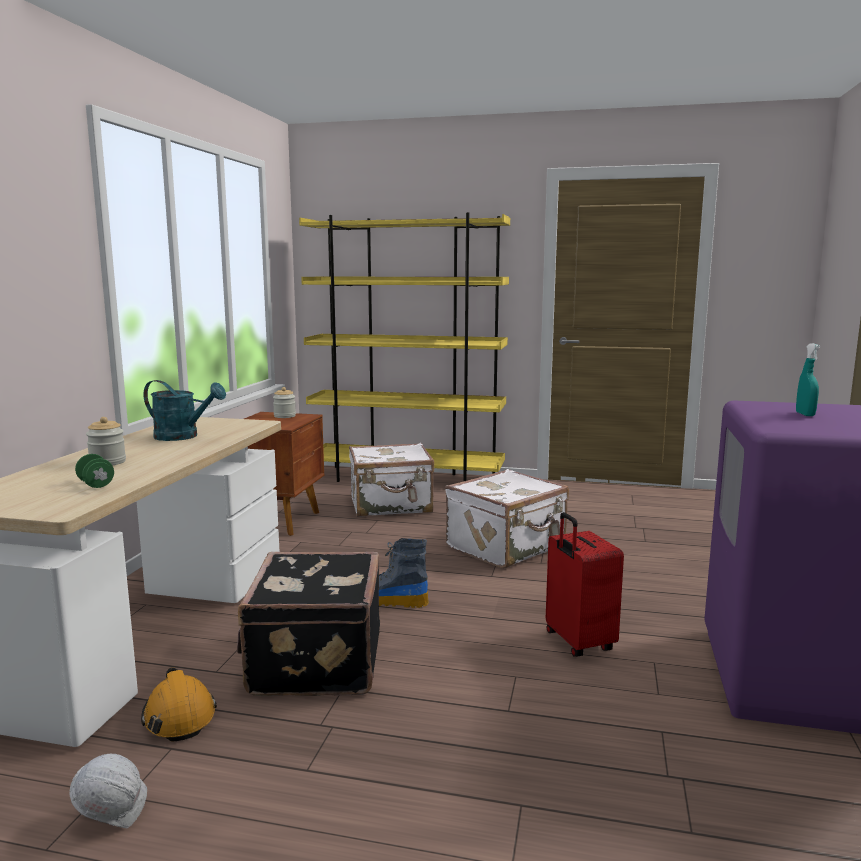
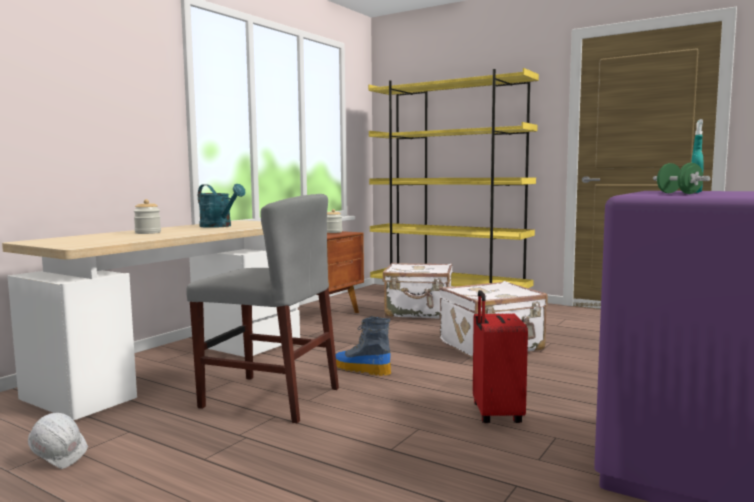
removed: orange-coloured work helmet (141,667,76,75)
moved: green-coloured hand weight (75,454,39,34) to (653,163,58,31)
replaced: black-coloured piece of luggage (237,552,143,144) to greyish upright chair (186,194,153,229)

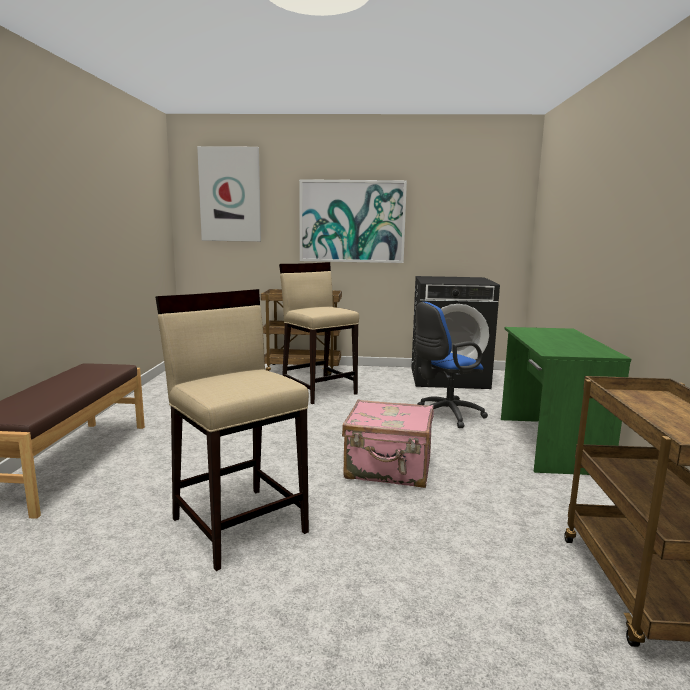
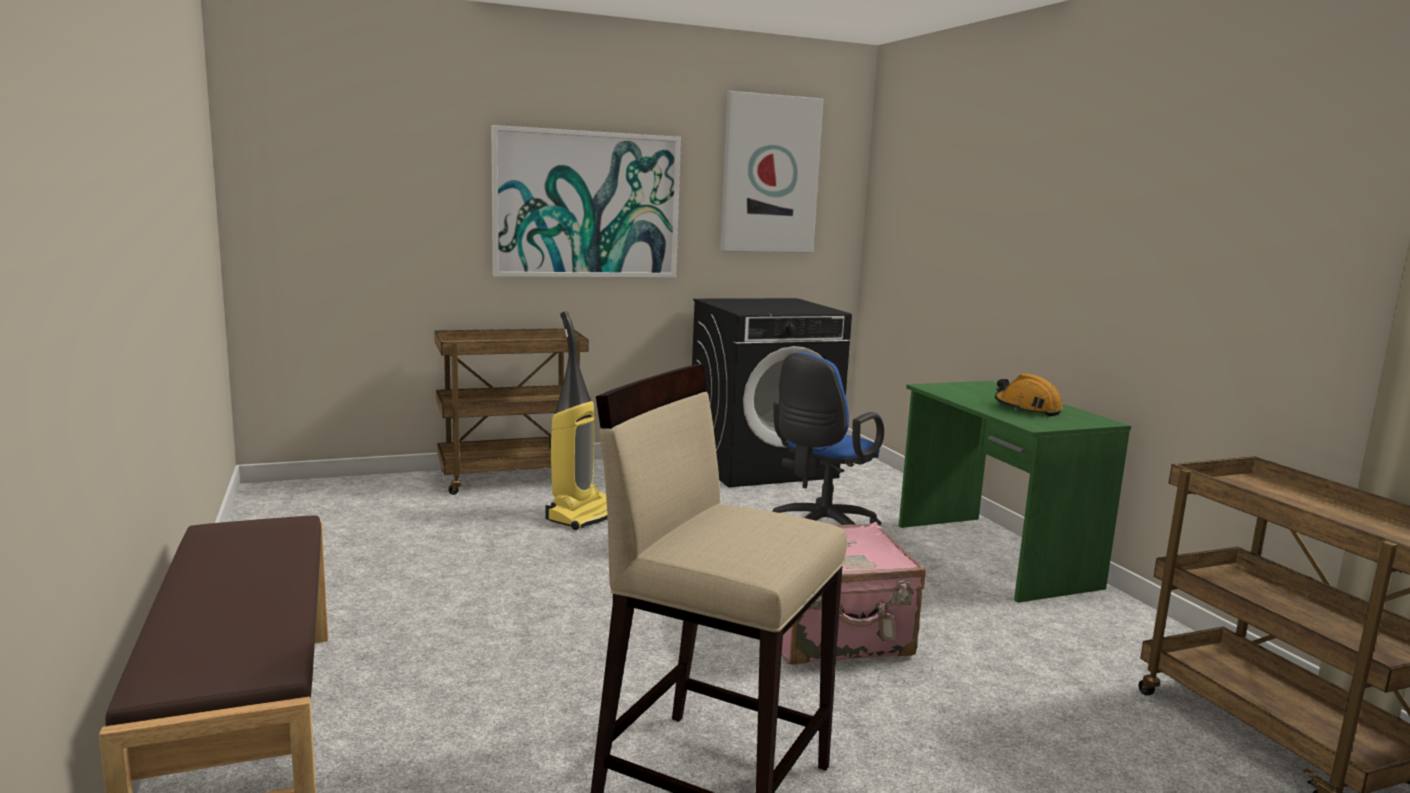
added: orange-coloured work helmet (995,373,68,43)
moved: picture (197,146,64,96) to (720,91,103,162)
replaced: sand-coloured sitting stool (279,262,80,142) to vacuum cleaner (546,311,62,219)

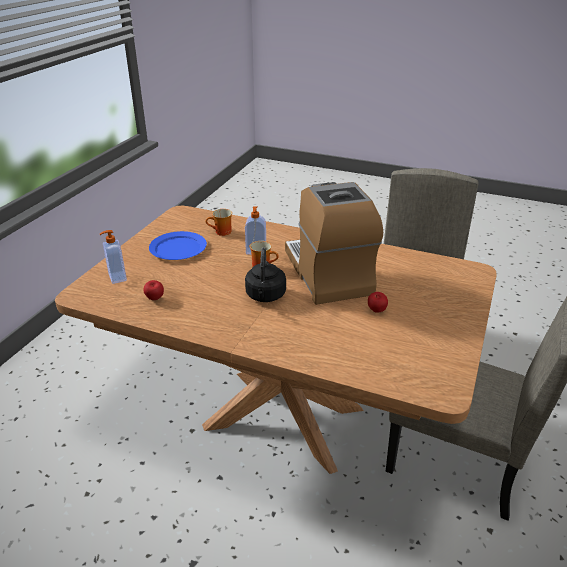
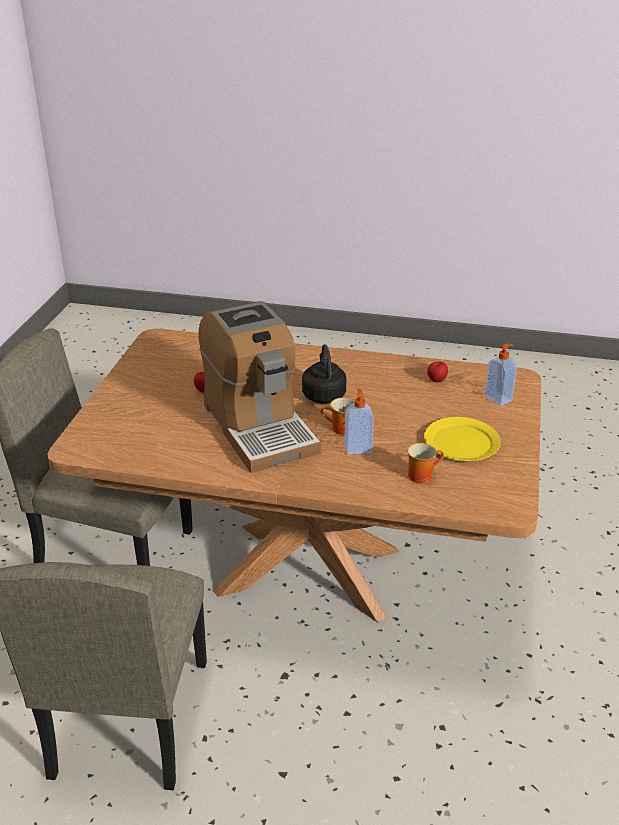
recoloured: blue-coloured plate (149,231,58,29) to yellowish plate (424,417,77,44)

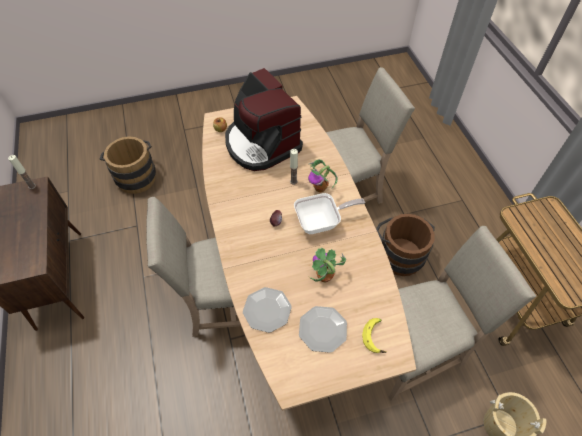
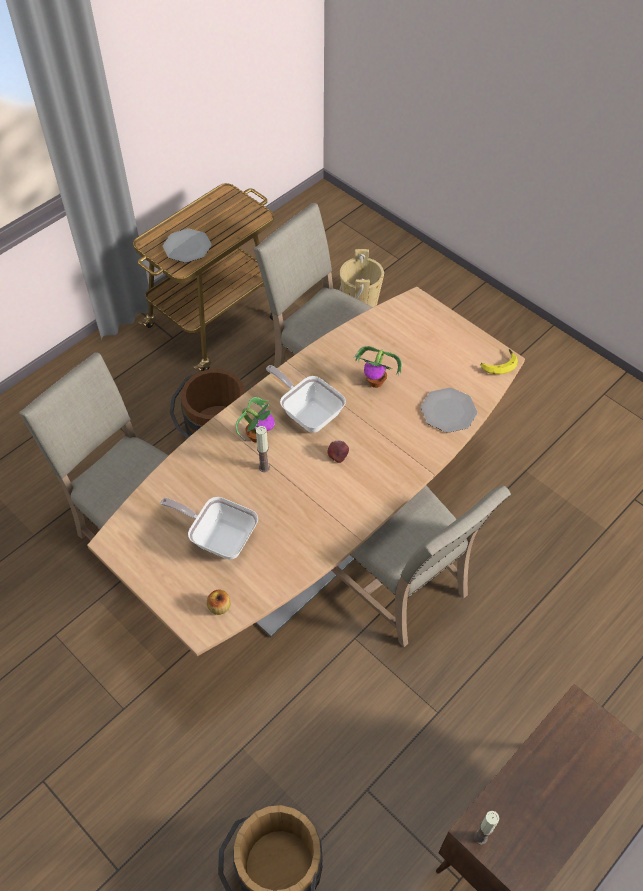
moved: plate (299,306,48,47) to (163,229,49,34); banana (362,318,25,35) to (480,349,38,25)
replaced: coffee machine (225,68,78,103) to frying pan (160,497,98,63)

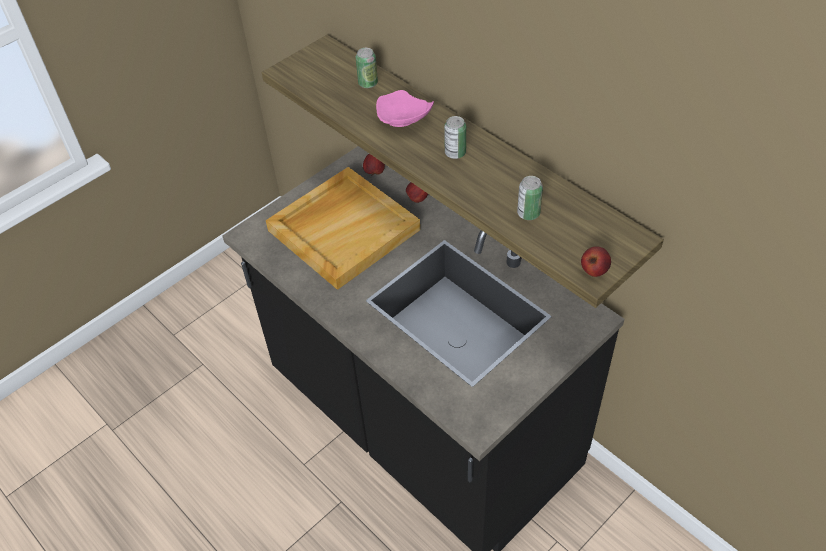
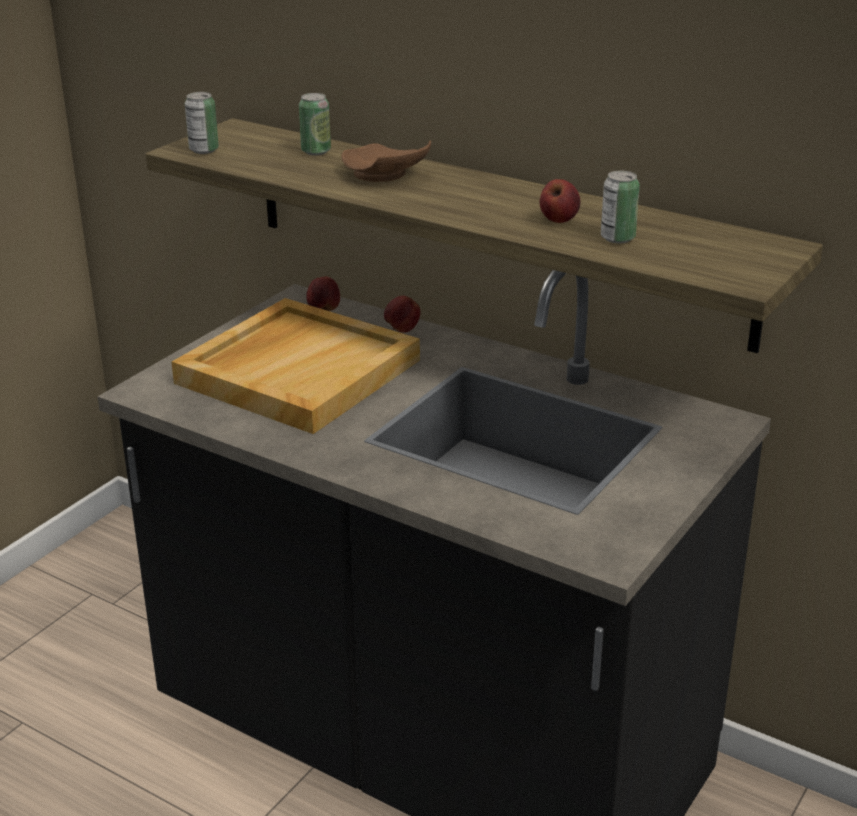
moved: metal can (444,116,22,43) to (185,92,34,62); apple fruit (581,247,30,30) to (540,179,40,44)
recoloured: pink plate (376,90,58,37) to brown-coloured plate (341,140,90,42)

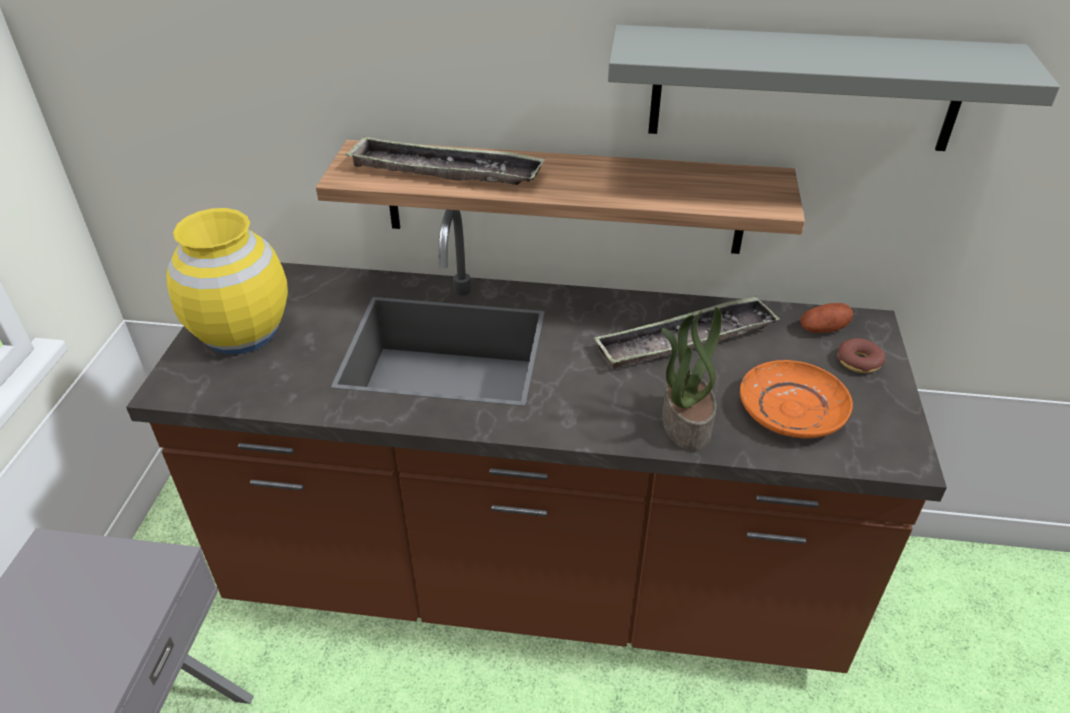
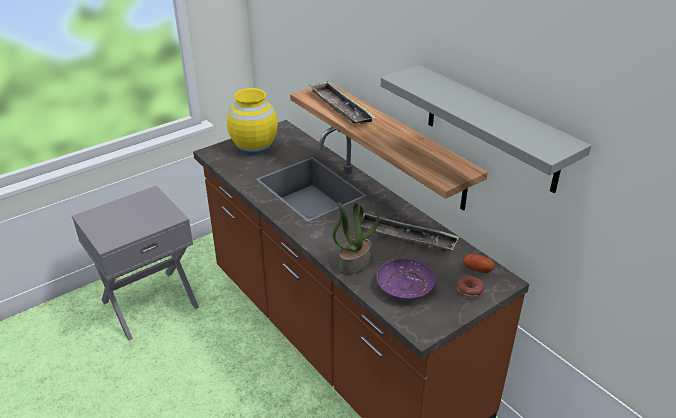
recoloured: orange-coloured plate (740,360,113,78) to purple-coloured plate (376,258,60,43)

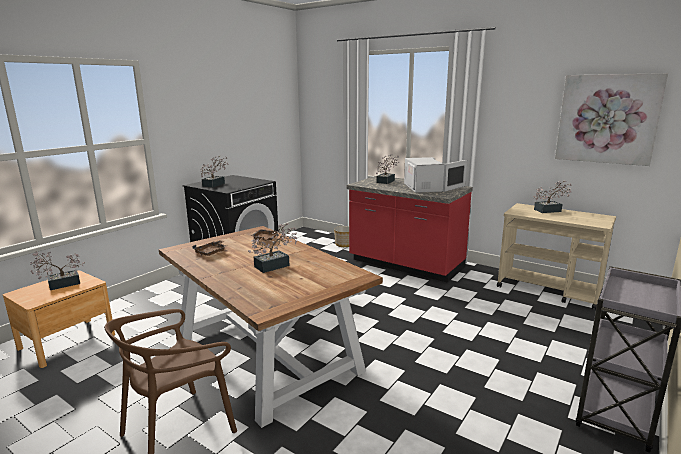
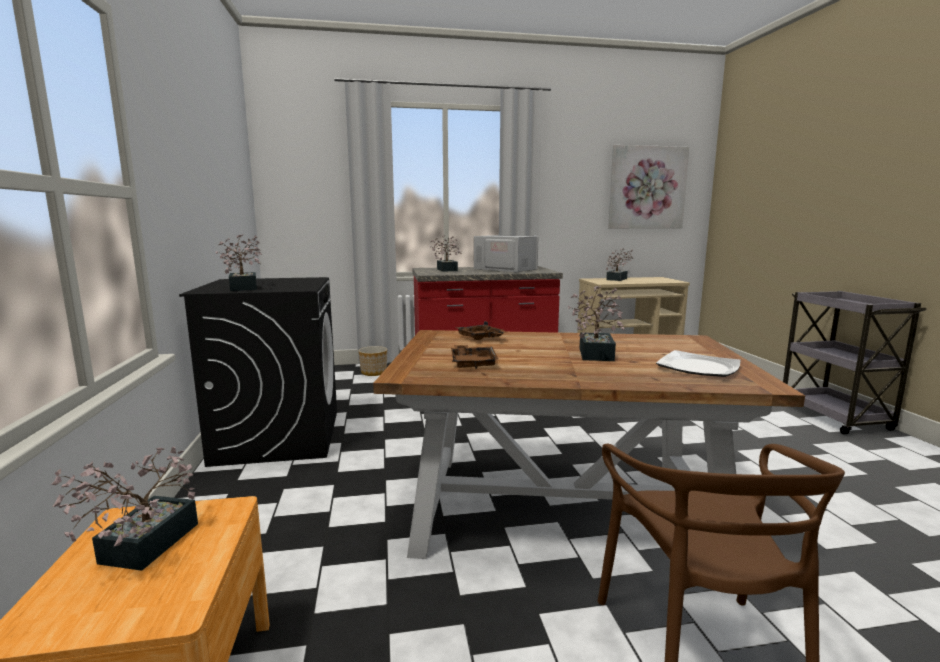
added: plate (656,350,85,27)

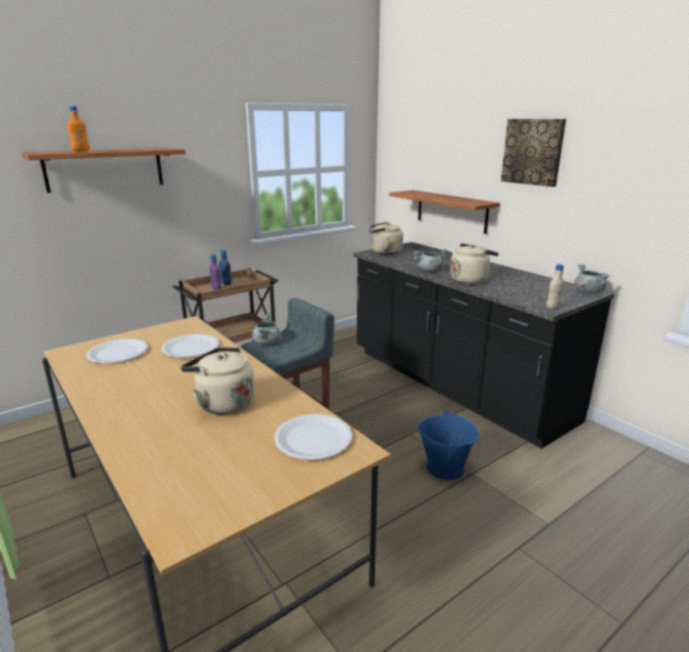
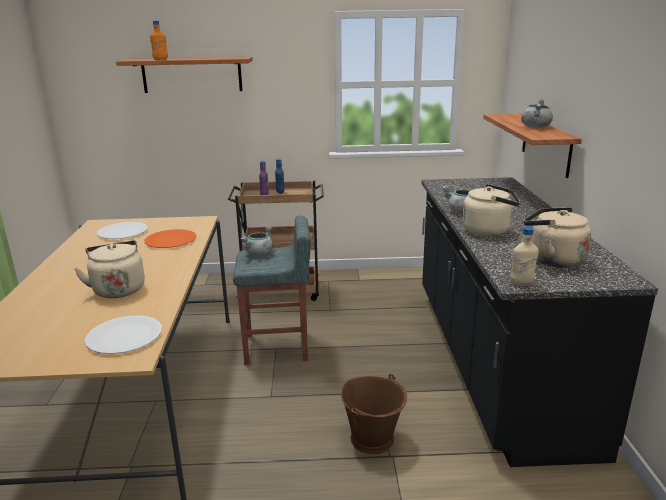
removed: picture (501,119,65,68)
moved: sand-coloured tea kettle (369,222,34,33) to (524,207,67,61); greyish saucepot (574,264,36,30) to (521,99,32,29)
recoloured: white-coloured plate (162,334,57,24) to orange-coloured plate (144,229,53,19); blue-coloured bucket (417,410,62,70) to brown-coloured bucket (341,374,66,80)

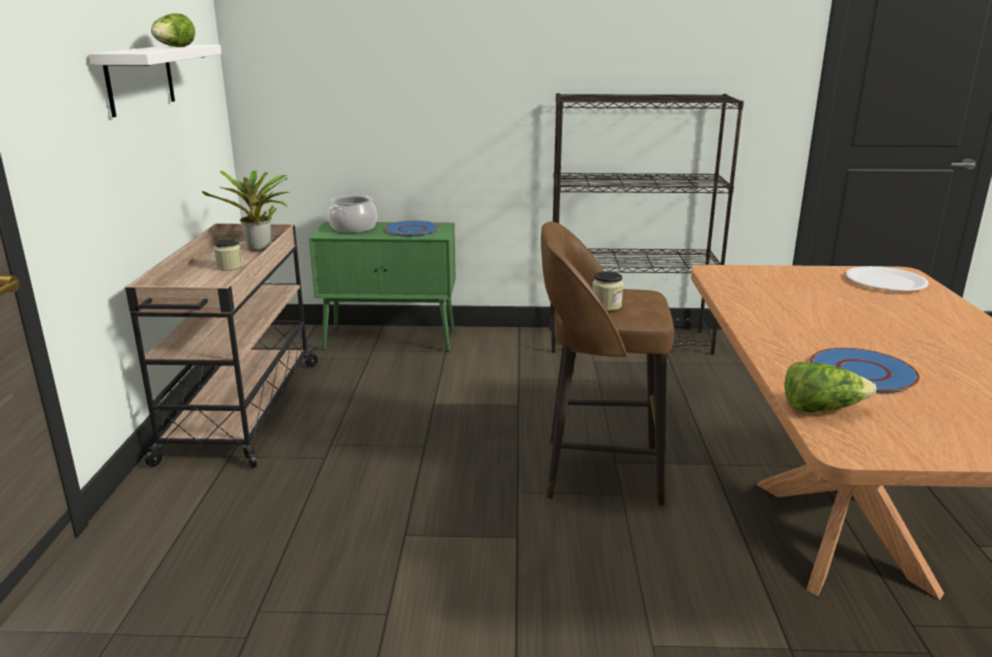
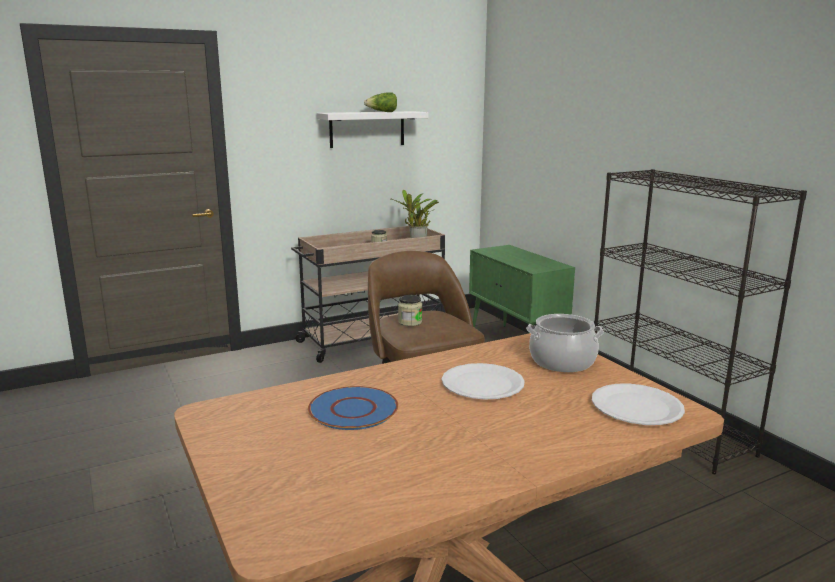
removed: blue-coloured plate (384,220,55,17); lettuce head (785,362,91,50)
added: white-coloured plate (442,363,83,36)
moved: saucepot (328,195,49,38) to (526,314,78,58)

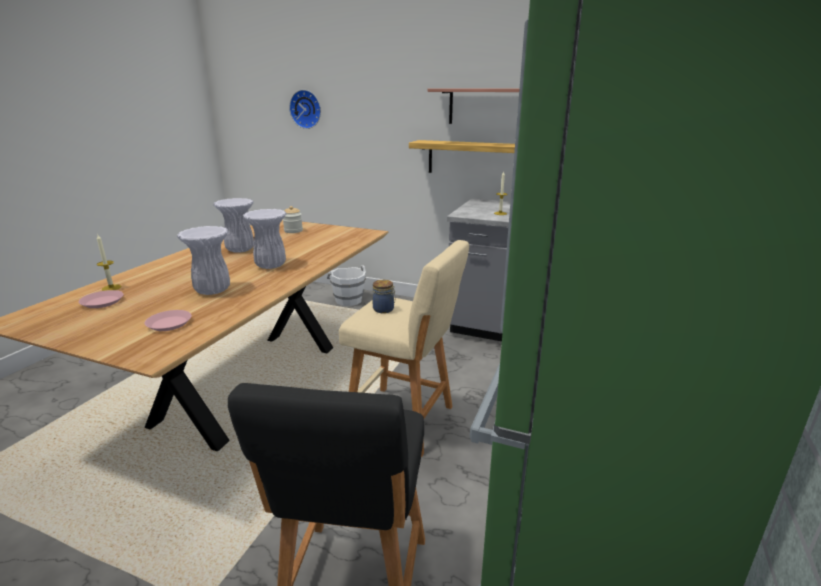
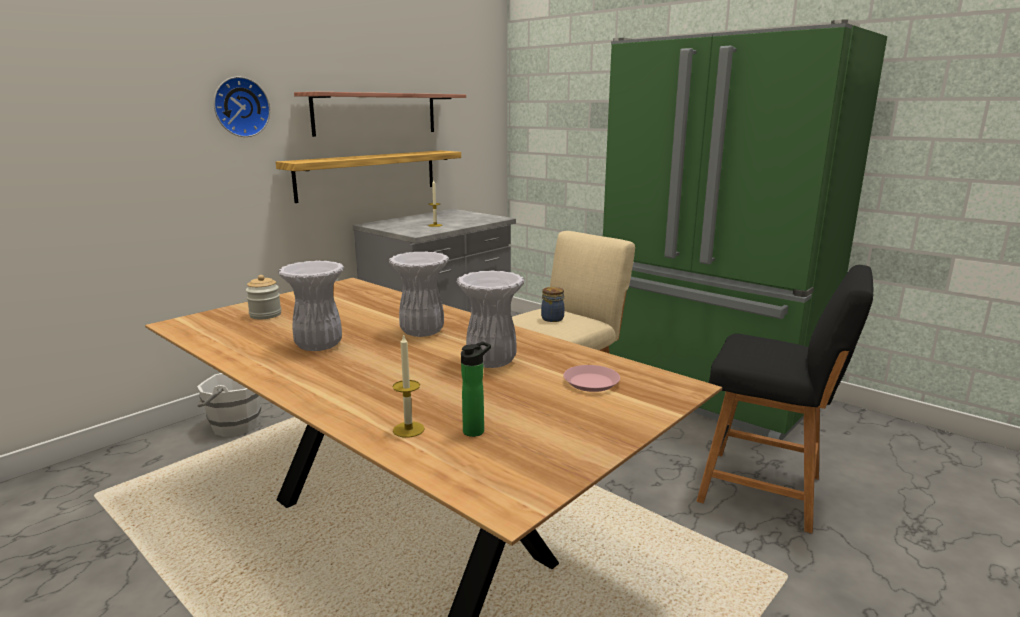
moved: clock on the wall (289,90,32,39) to (214,77,56,60)
replaced: pink plate (79,290,45,18) to drink bottle (461,341,30,96)

